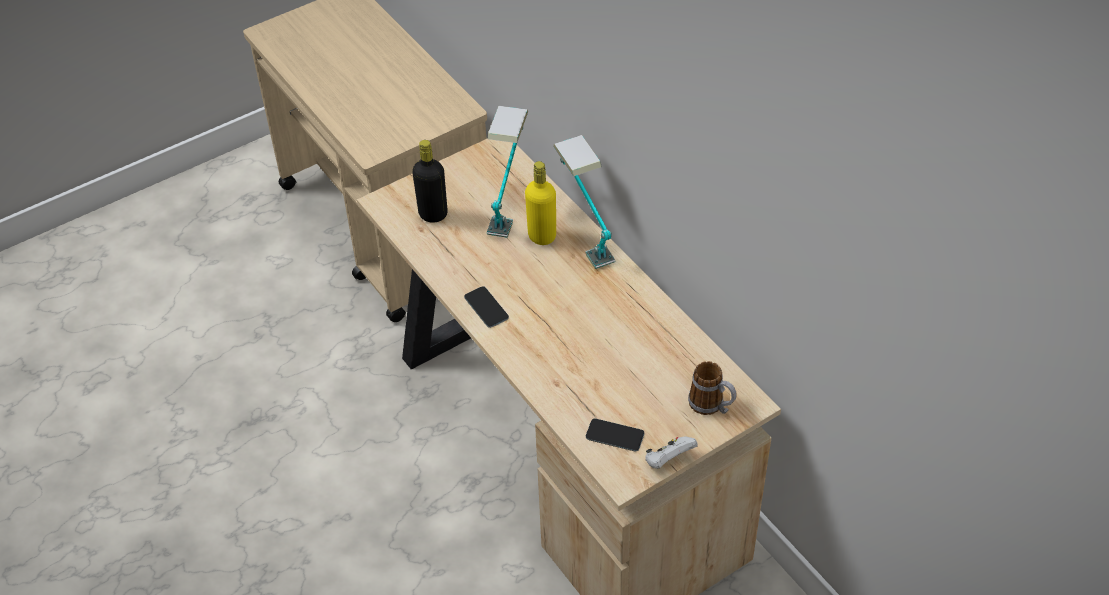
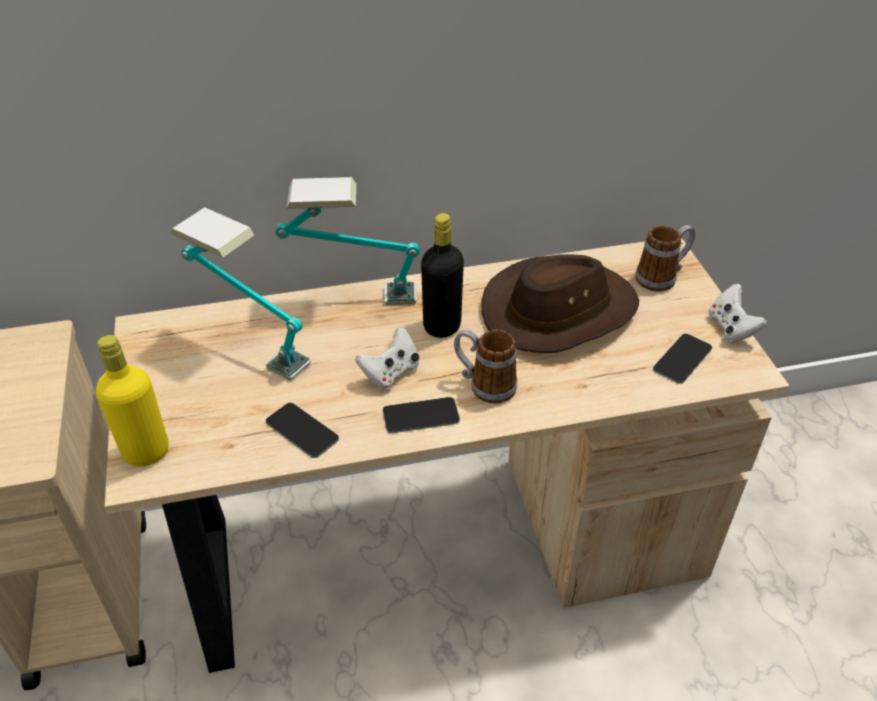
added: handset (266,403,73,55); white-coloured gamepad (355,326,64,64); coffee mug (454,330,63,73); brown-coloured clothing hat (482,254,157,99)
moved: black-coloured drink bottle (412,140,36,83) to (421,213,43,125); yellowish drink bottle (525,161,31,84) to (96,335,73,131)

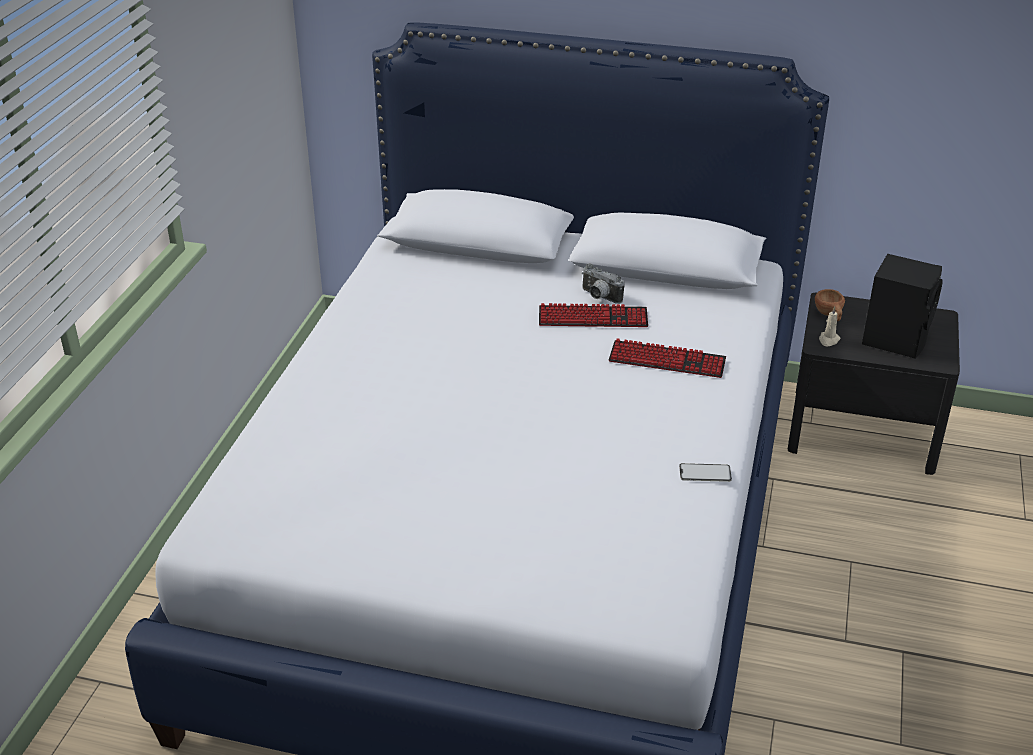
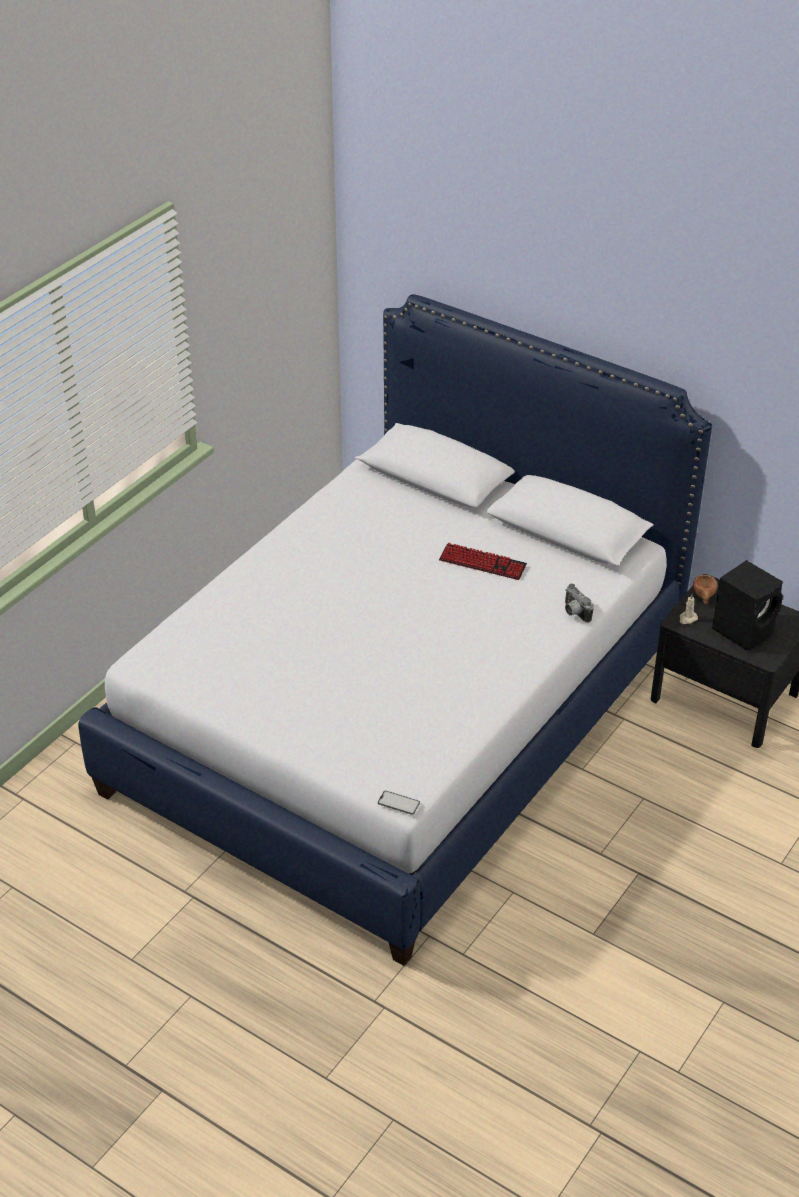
removed: computer keyboard (609,338,117,40)
moved: still camera (582,263,43,41) to (565,584,29,39); handset (679,463,53,19) to (378,790,42,25)

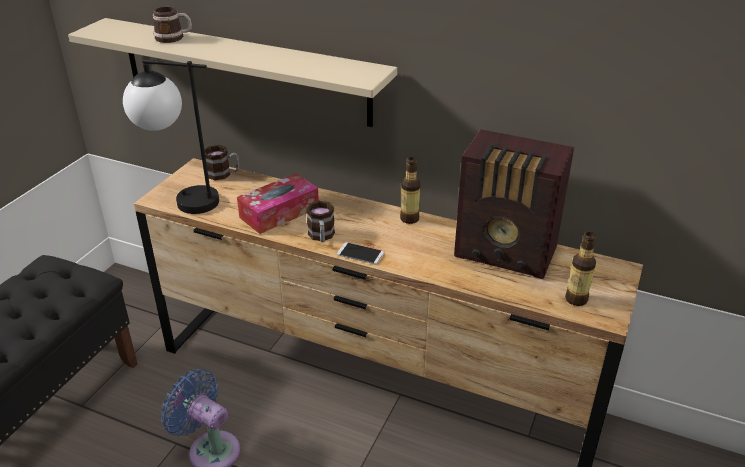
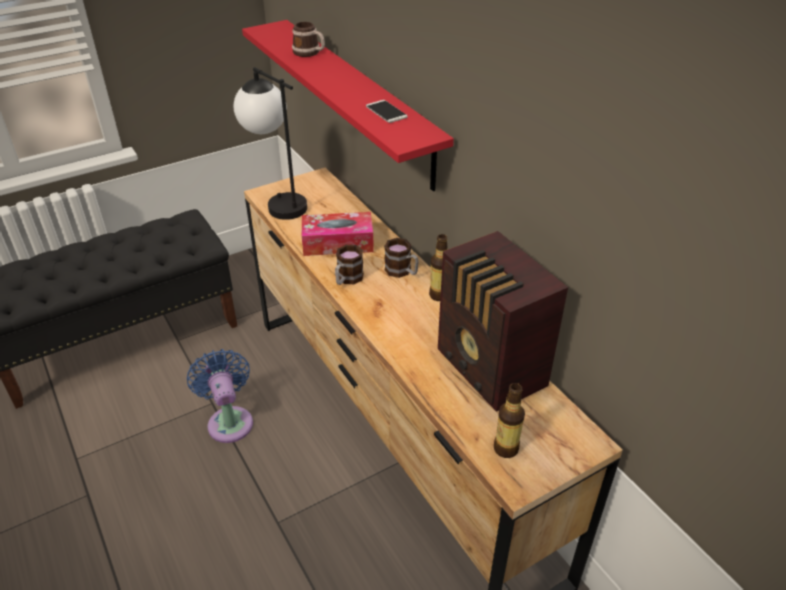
moved: coffee mug (204,145,35,35) to (384,238,35,40); handset (337,242,48,23) to (366,100,42,23)
recoloured: sand-coloured shelf (68,18,329,109) to red-coloured shelf (242,20,212,171)

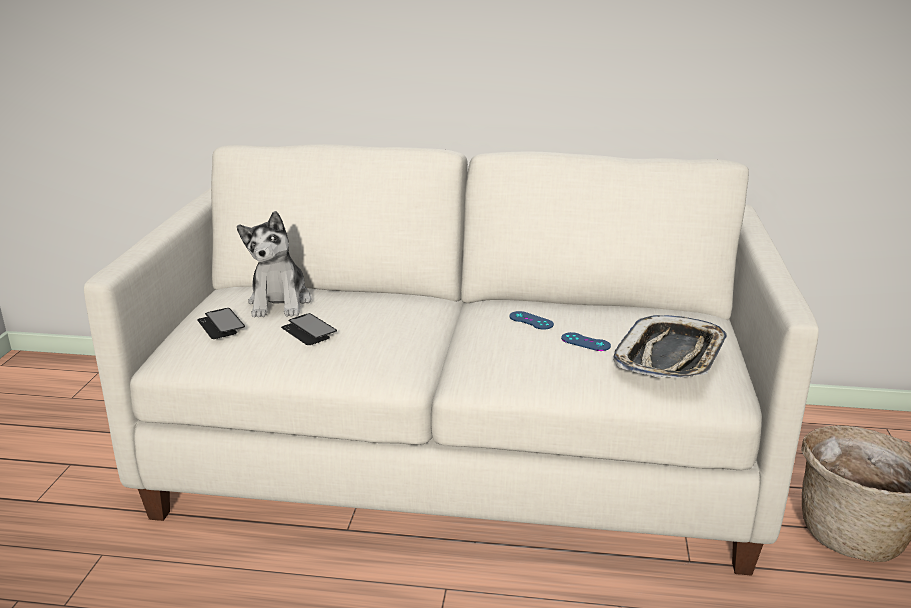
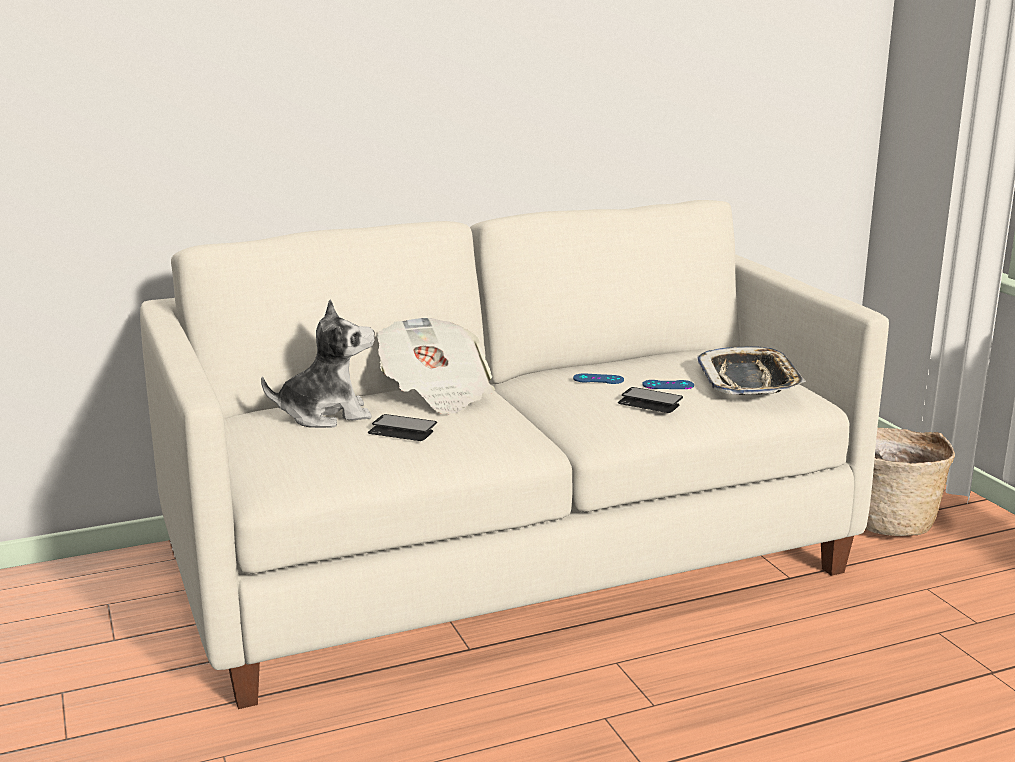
added: printed paper (377,318,118,97)
moved: handset (197,308,48,31) to (618,387,65,26)
turned: cuddly toy (237,211,74,106) = (261,299,114,129) 75 degrees counterclockwise

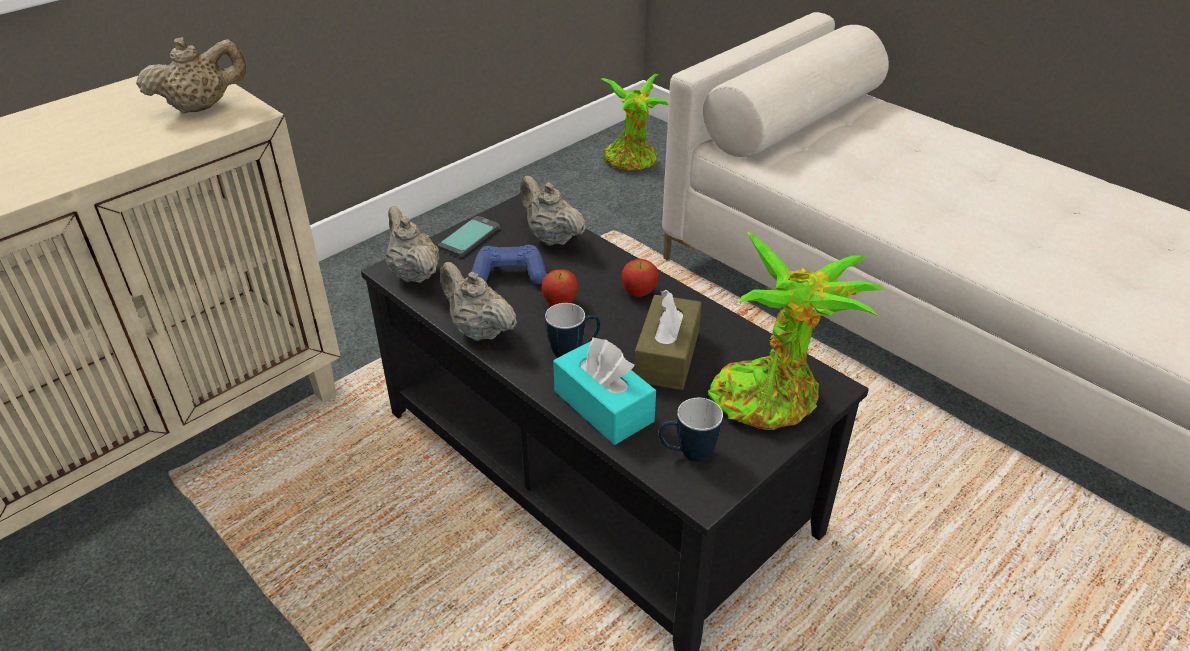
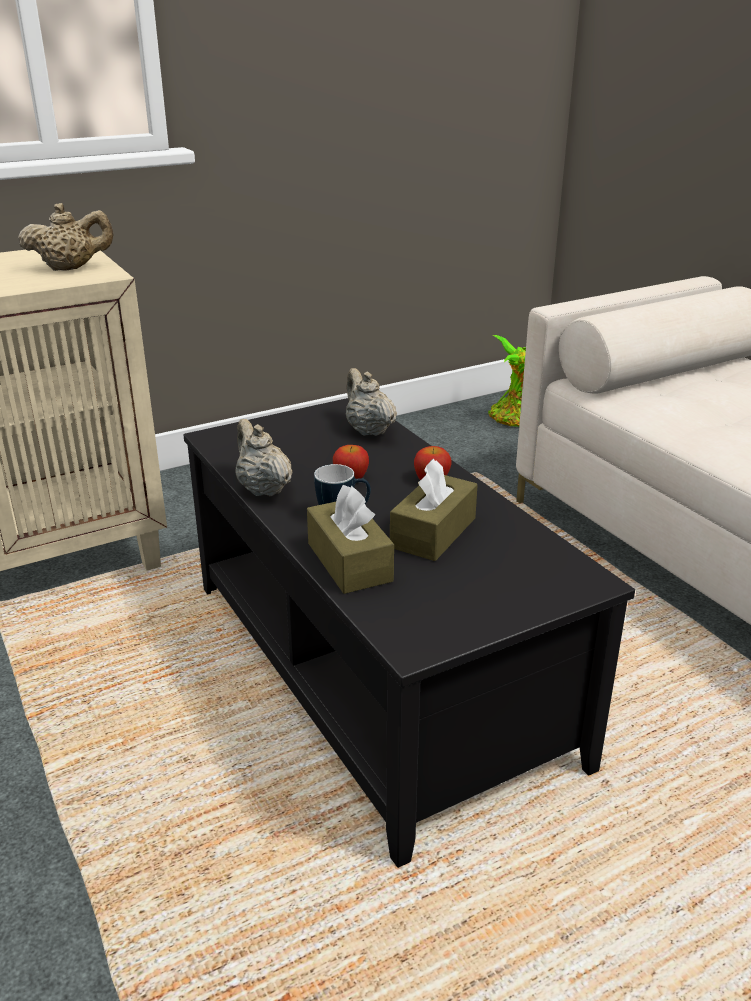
removed: sand-coloured pot for tea (385,206,54,77); handset (438,216,62,41); blue-coloured gamepad (472,245,75,39); coffee mug (659,398,64,64); houseplant (708,231,178,199)
recoloured: turquoise tissue holder (553,337,103,108) to brown-coloured tissue holder (307,485,87,109)

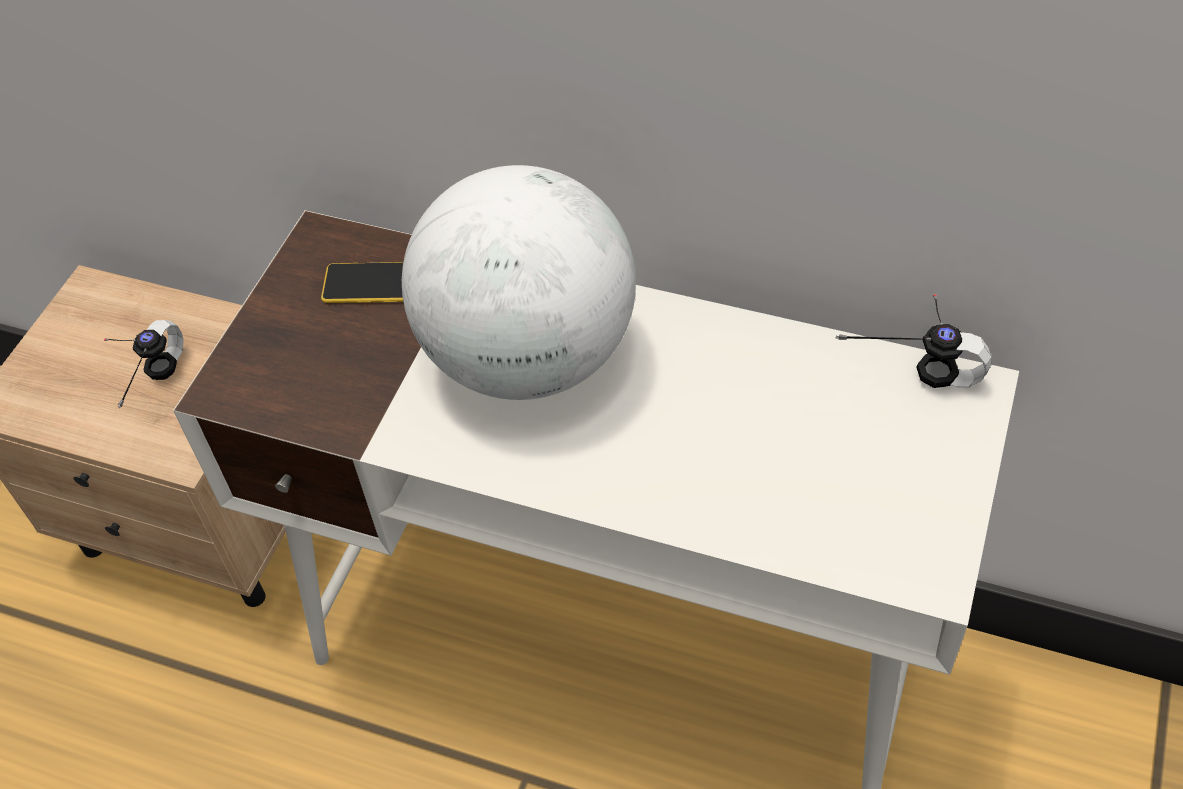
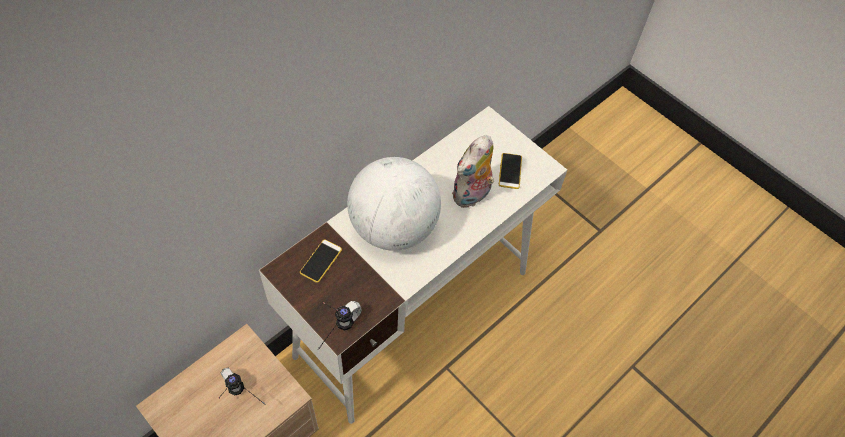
added: cuddly toy (452,135,42,73); handset (499,153,23,36)
moved: headphones (836,294,156,94) to (318,301,44,49)

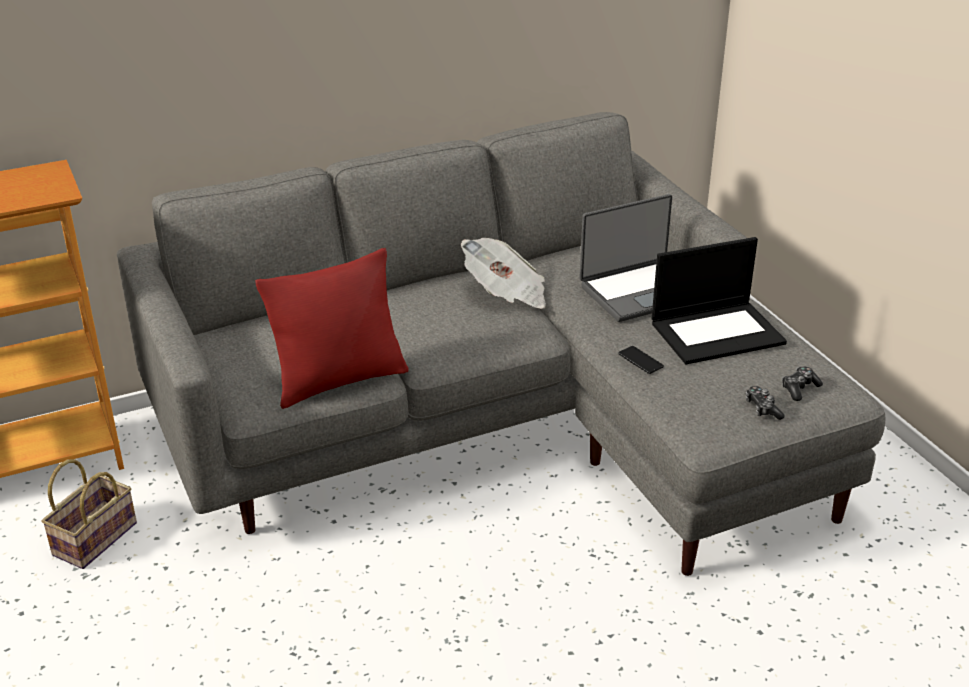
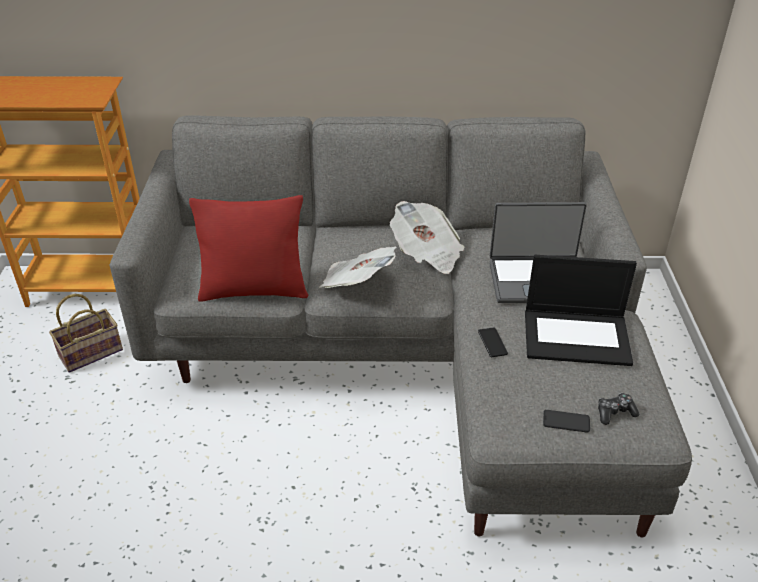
added: printed paper (319,247,77,41)
replaced: gamepad (745,386,40,34) to handset (543,410,47,23)

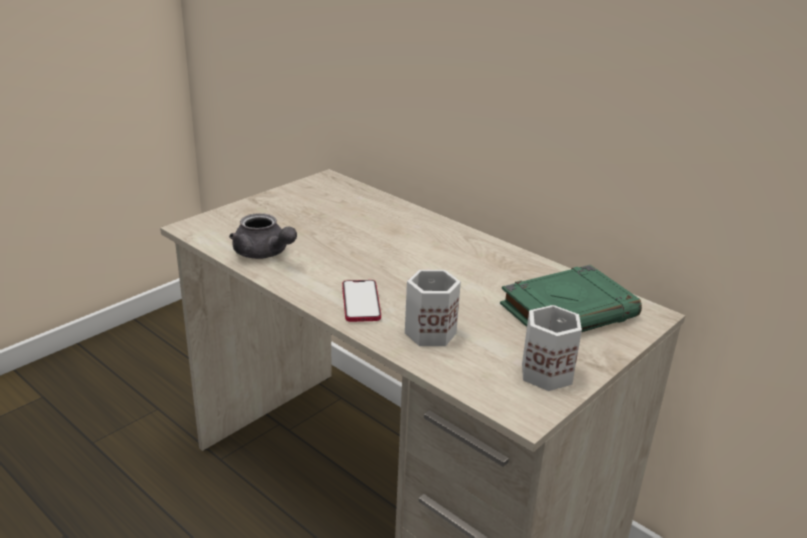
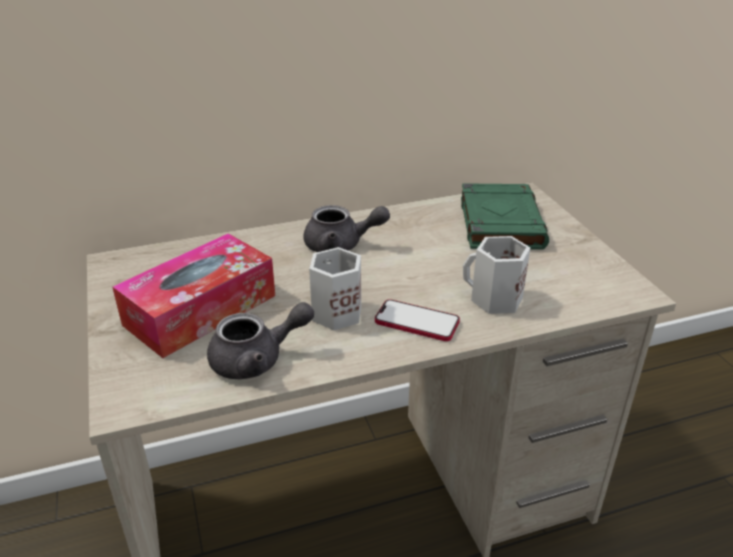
added: tissue holder (112,233,163,125); greyish pot for tea (303,205,87,47)
moved: white-coloured coffee mug (522,305,60,86) to (309,247,52,83)

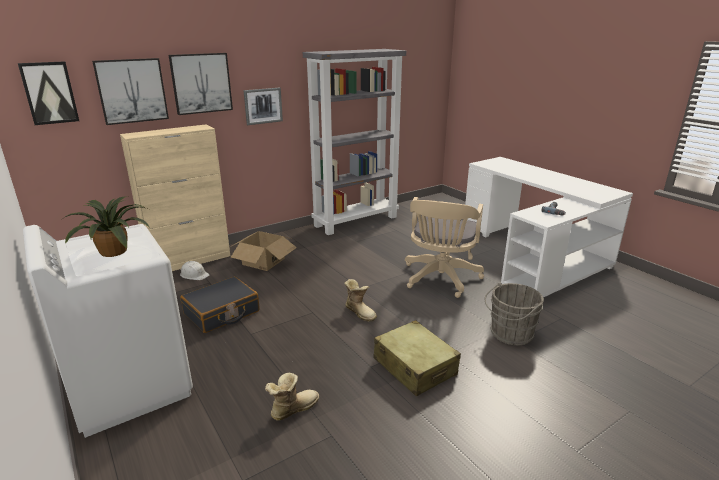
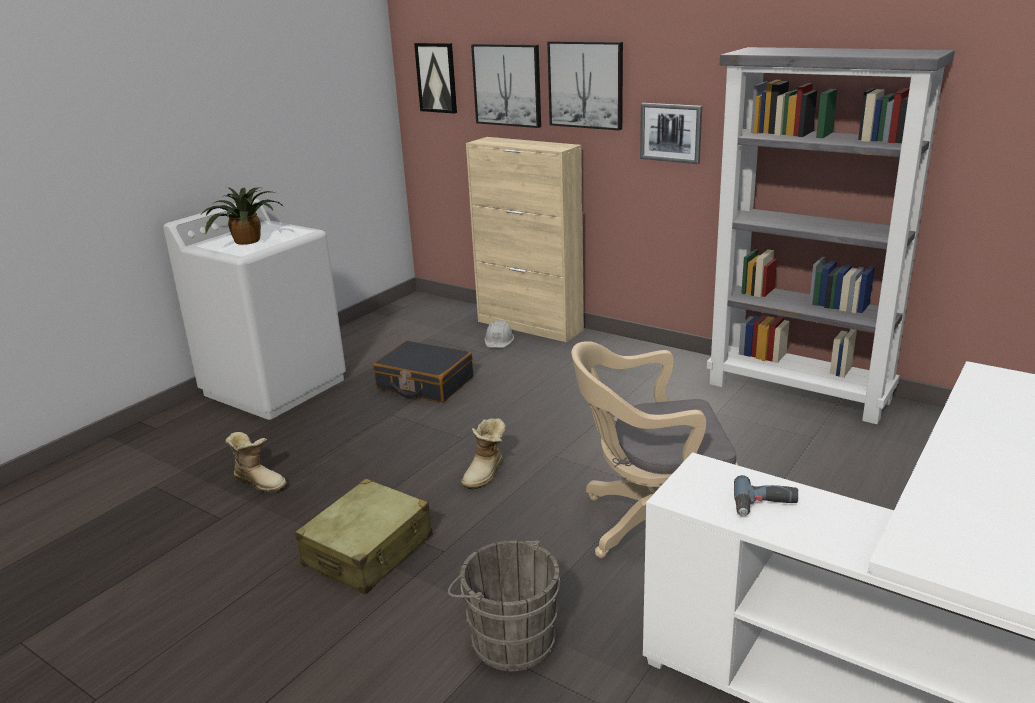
removed: cardboard box (230,231,67,40)

